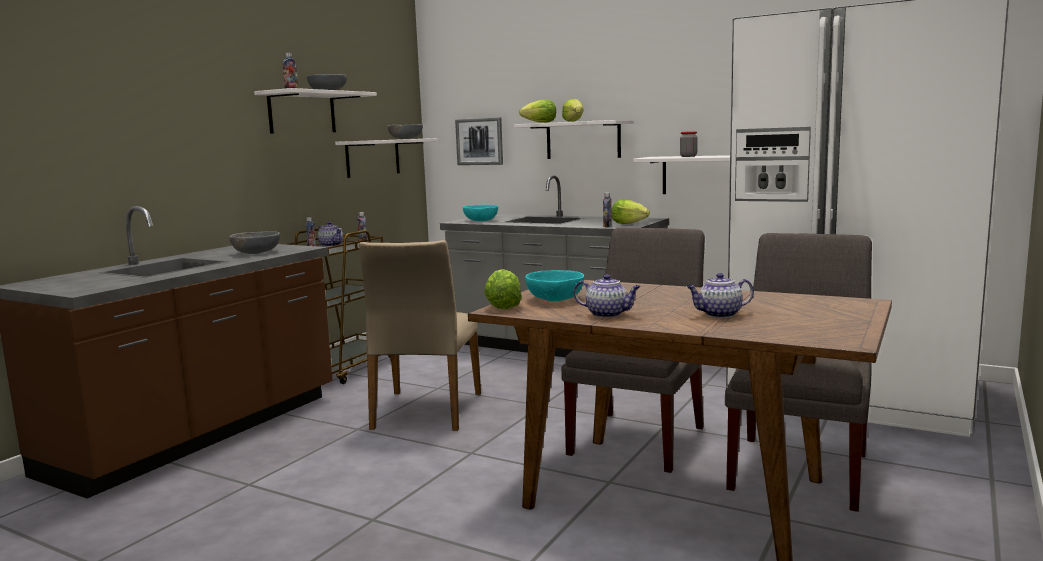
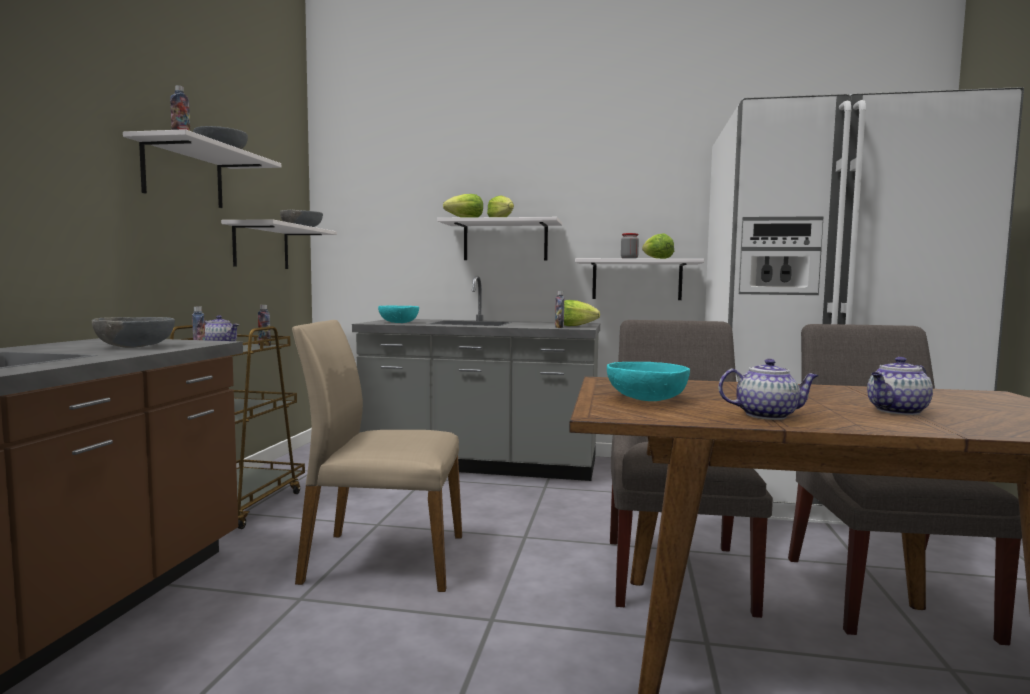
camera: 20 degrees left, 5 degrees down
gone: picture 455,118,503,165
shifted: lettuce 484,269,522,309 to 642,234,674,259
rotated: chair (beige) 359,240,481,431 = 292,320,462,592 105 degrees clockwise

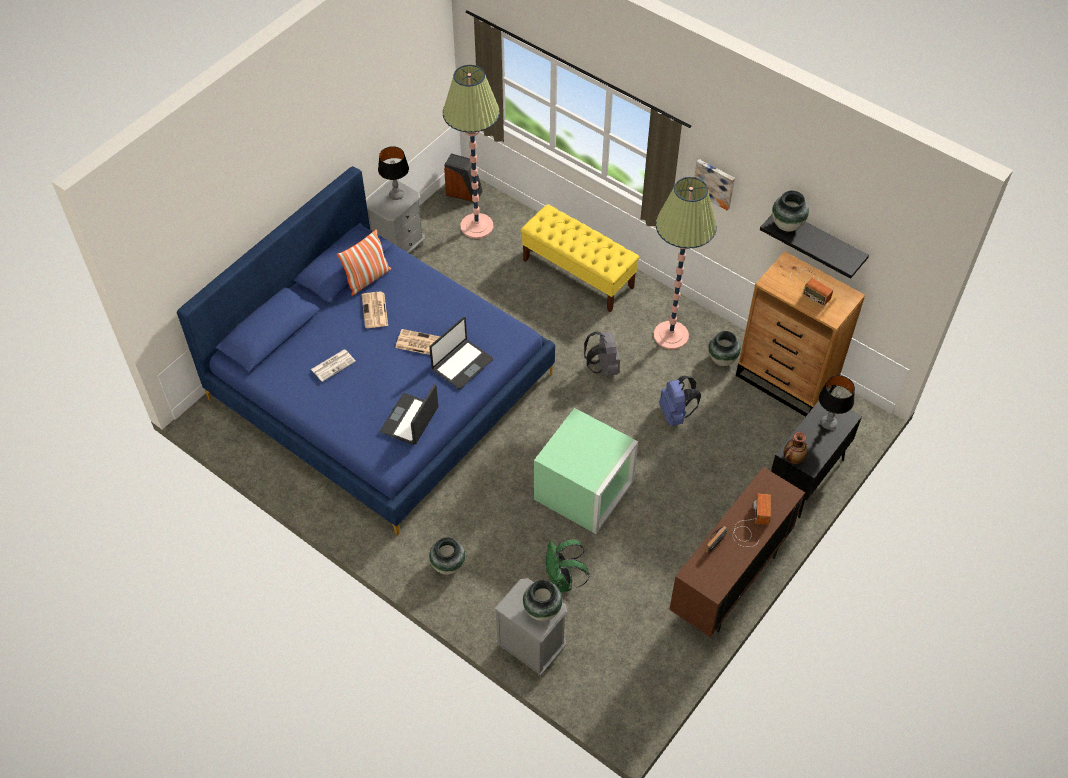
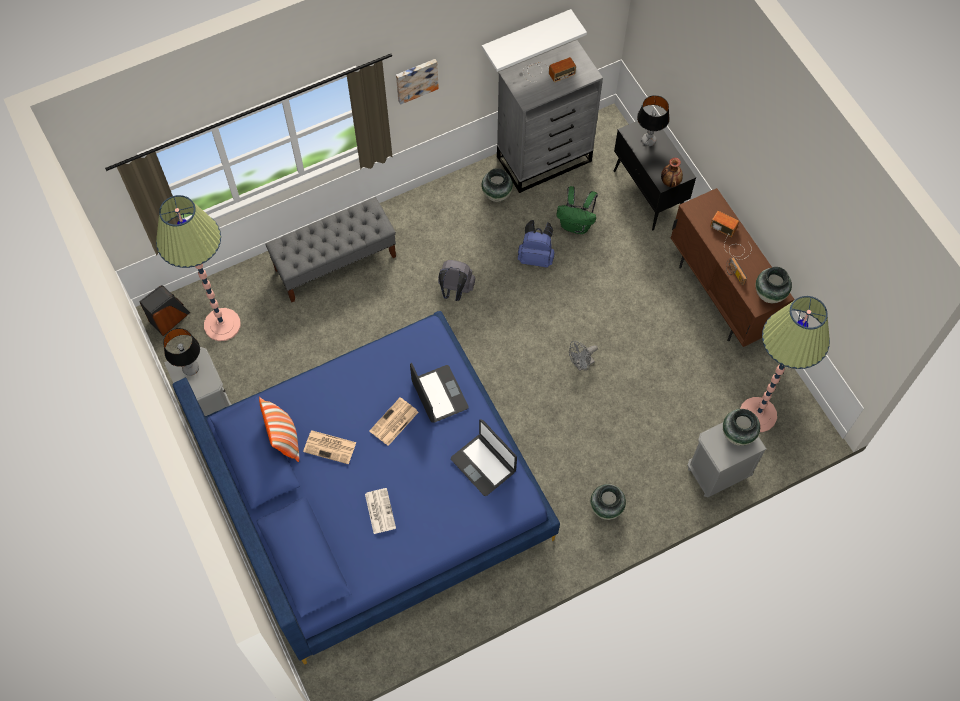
camera: 65 degrees left, 10 degrees up
shifted: backpack (green) 546,539,589,592 to 556,186,598,234; floor lamp 654,177,717,349 to 740,296,830,432; vase 772,191,809,232 to 756,267,792,303
swapped: storage box (green) 534,408,638,534 to fan (grey) 569,341,598,371
repainted: bench (yellow) 520,204,640,312 to bench (grey) 265,197,396,303; shelf (black) 760,215,869,279 to shelf (white) 482,9,587,72; dresser (brown) 736,251,865,417 to dresser (grey) 497,40,603,193

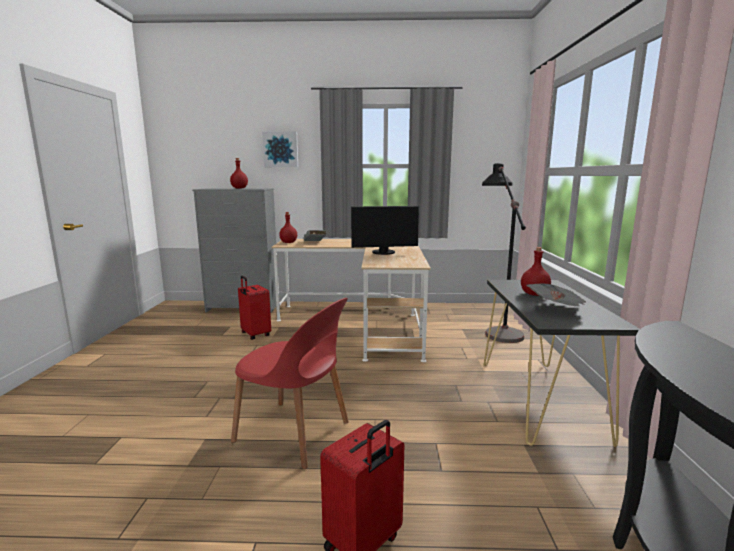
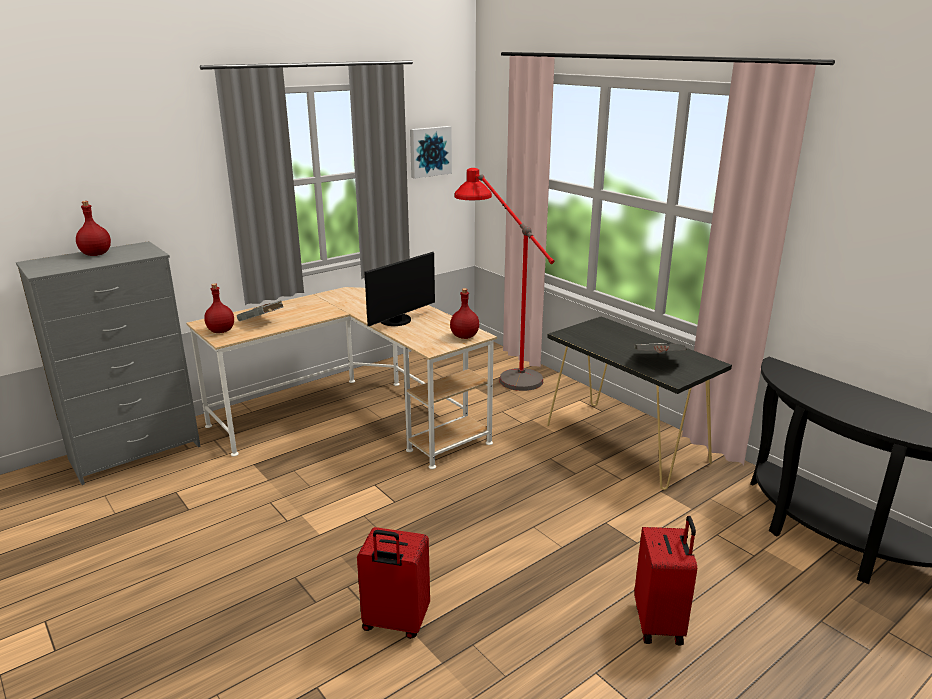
camera: 40 degrees left, 10 degrees up
gone: chair (red) 231,298,349,469
shifted: suitcase (red) 238,276,271,340 to 357,527,430,639; picture 262,132,298,167 to 410,126,452,179; bottle (red) 521,247,551,296 to 450,288,479,339
repainted: floor lamp (black) 482,163,526,343 to floor lamp (red) 454,168,554,391

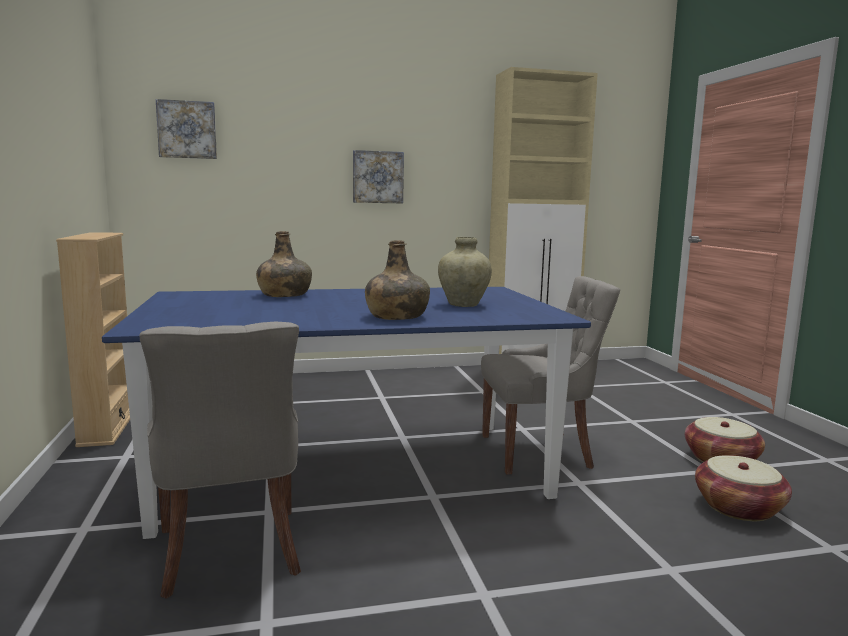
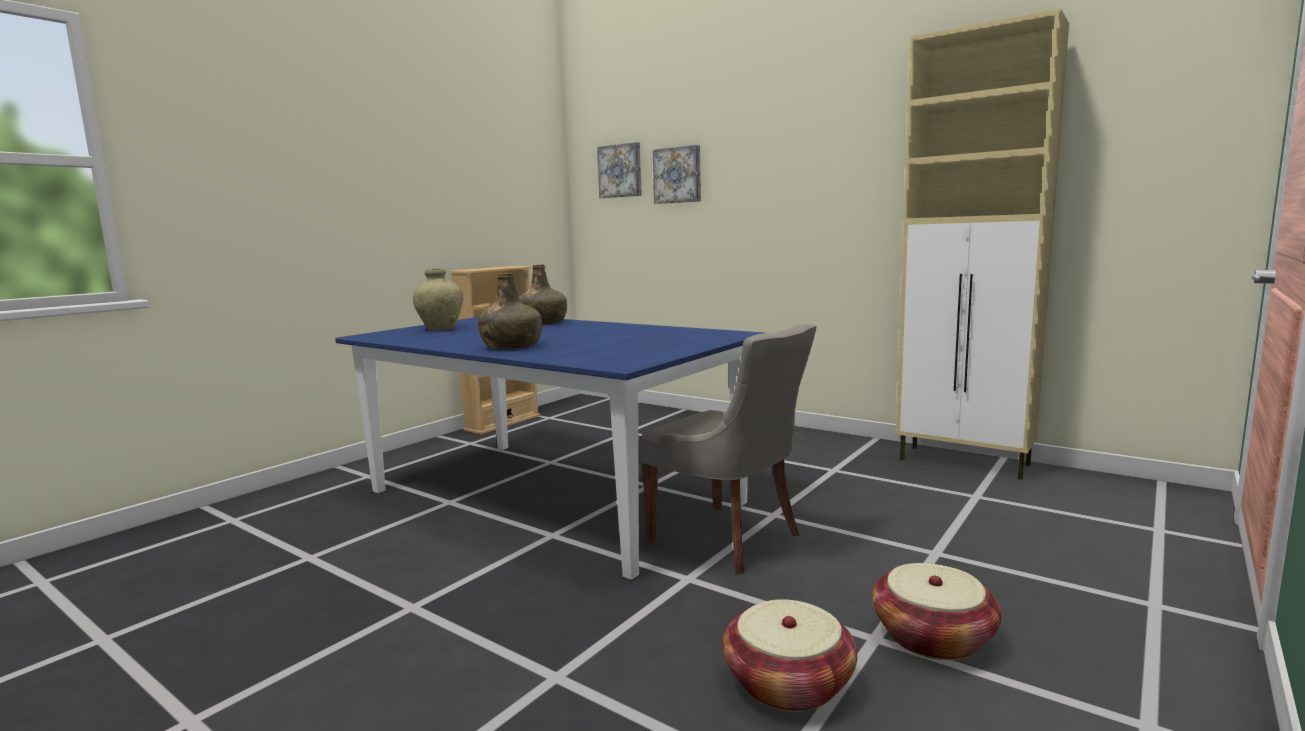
camera: 50 degrees right, 0 degrees up
gone: chair (grey) 139,322,301,599
shifted: vase (beige) 438,237,492,307 to 413,269,463,331; picture 353,150,404,203 to 653,145,701,204

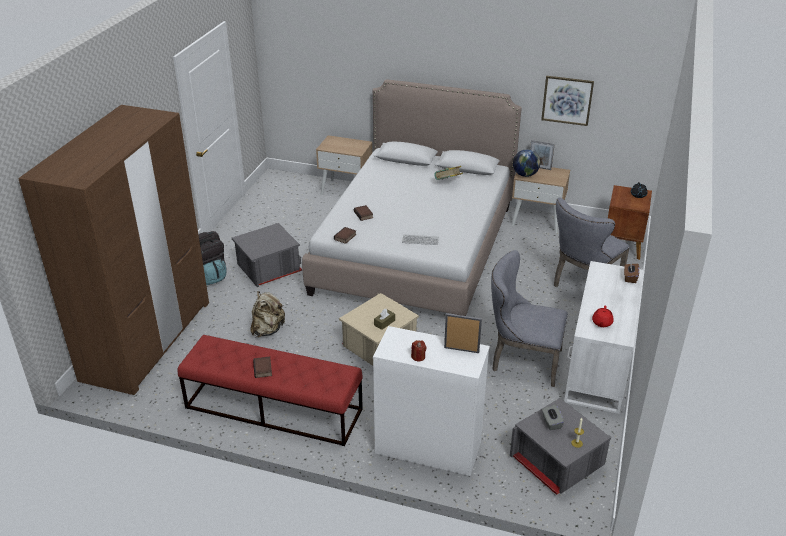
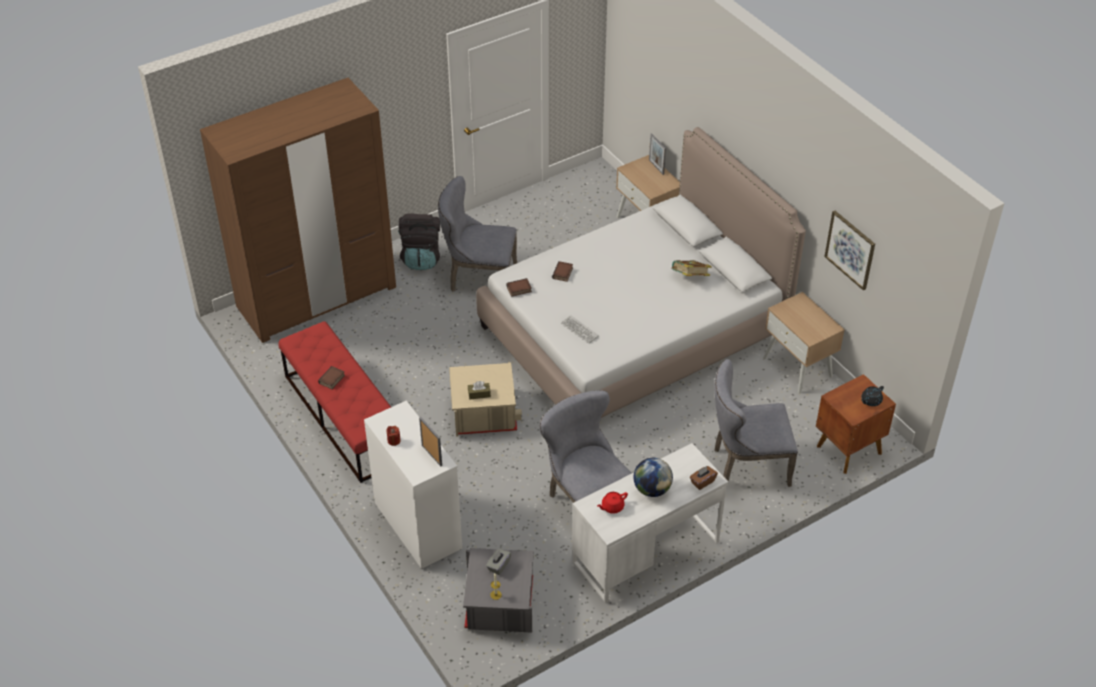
camera: 40 degrees right, 10 degrees up
gone: backpack (beige) 251,291,286,337
shifted: globe 513,149,540,177 to 633,458,673,497; picture frame 530,140,555,170 to 649,133,666,175
swapped: storage box (grey) 232,223,302,287 to chair (grey) 438,176,517,292

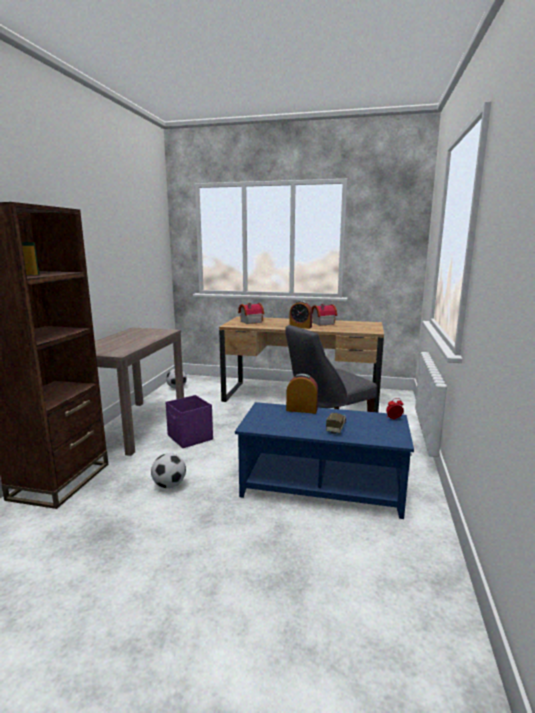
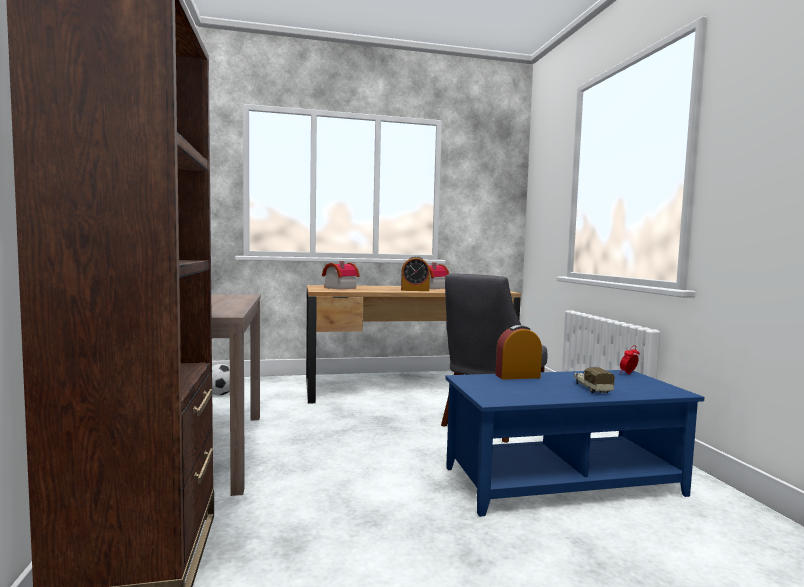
camera: 25 degrees left, 10 degrees down
gone: football 151,453,186,488; storage box (purple) 166,395,213,448

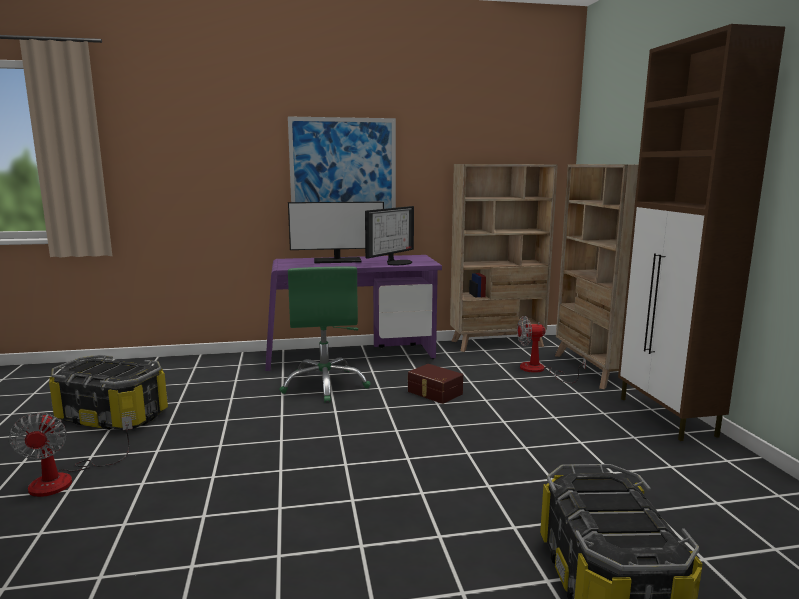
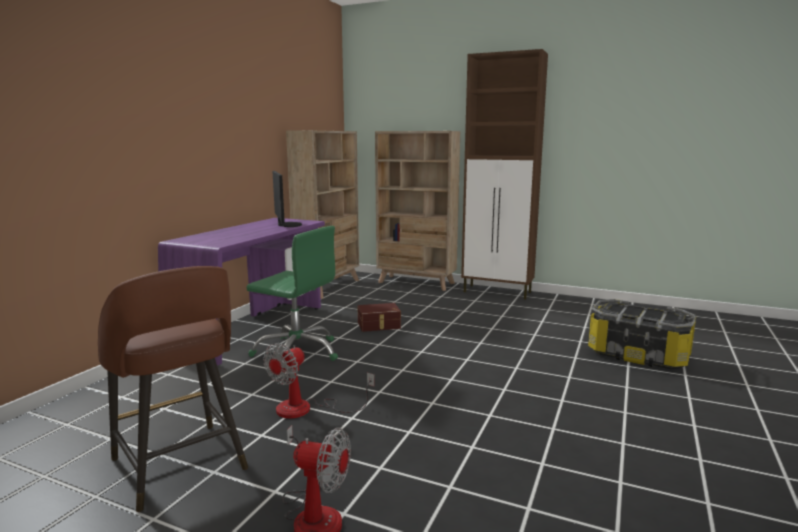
camera: 55 degrees left, 0 degrees up
gone: picture 288,116,396,209; monitor 288,202,384,264
shifted: fan 517,316,586,383 to 263,343,375,418
swapped: storage box 49,355,168,430 to stool (brown) 98,266,248,512

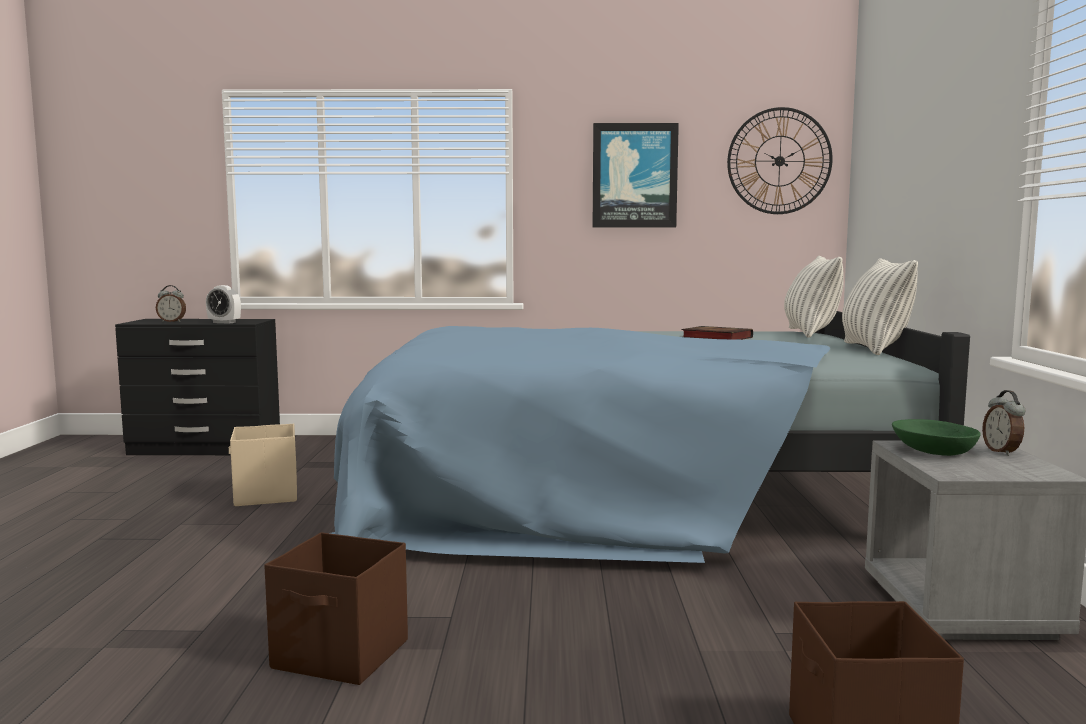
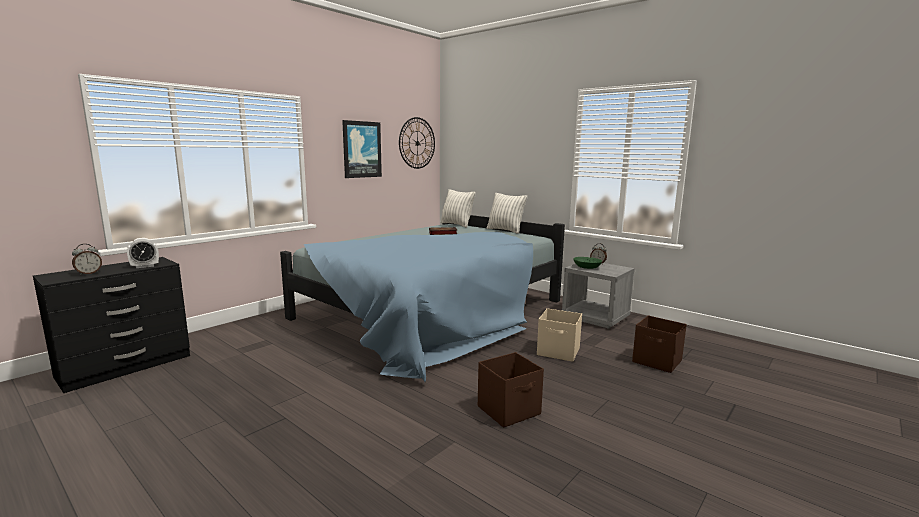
camera: 50 degrees left, 5 degrees up
shifted: storage box (beige) 229,424,297,506 to 537,308,582,362

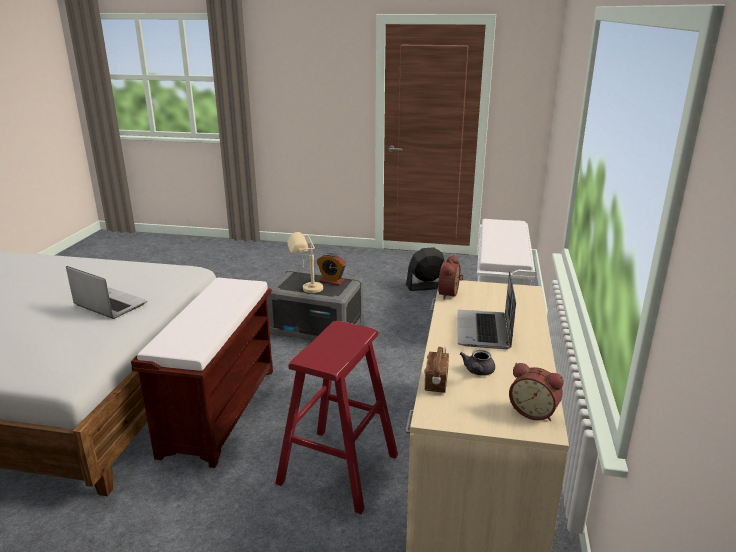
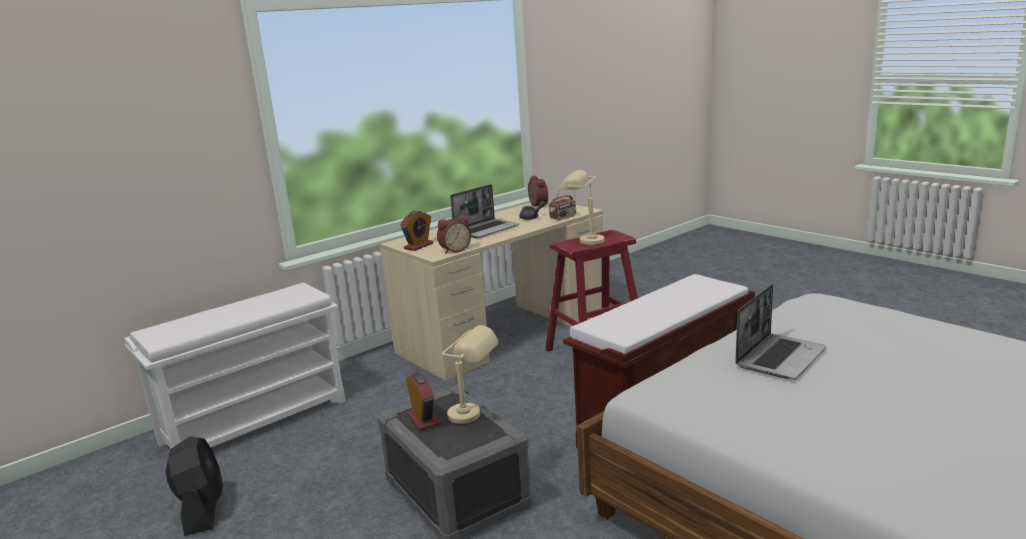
camera: 140 degrees left, 5 degrees down
new: alarm clock 400,211,433,251; table lamp (beige) 560,170,604,245
rotated: fan (black) 406,247,445,291 = 166,436,223,536 135 degrees counterclockwise; laptop 66,266,147,319 = 735,284,826,379 120 degrees counterclockwise

